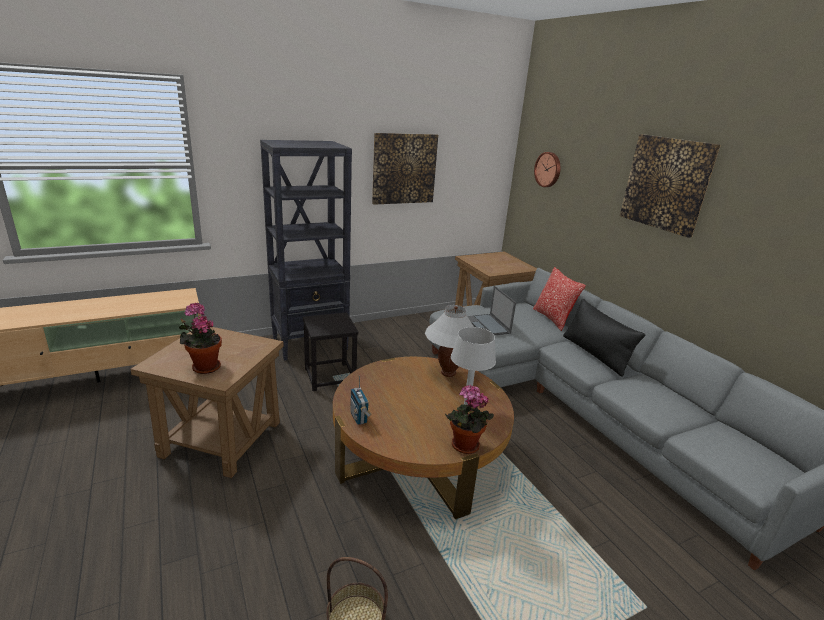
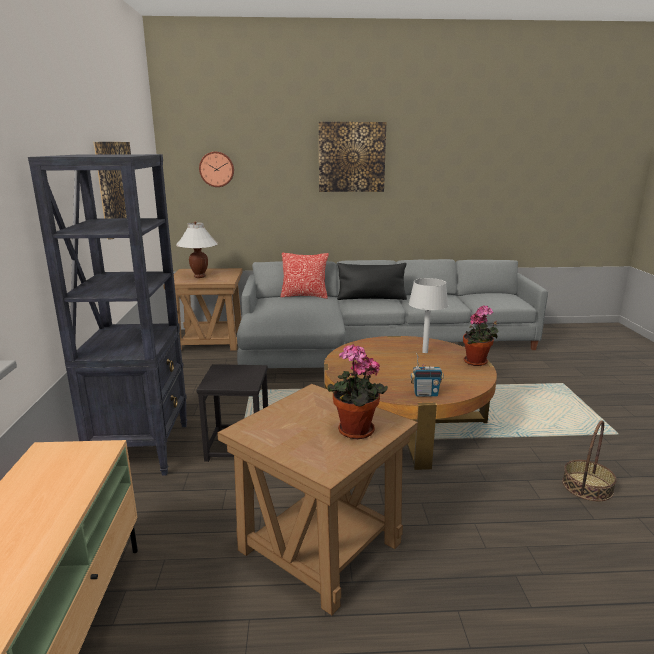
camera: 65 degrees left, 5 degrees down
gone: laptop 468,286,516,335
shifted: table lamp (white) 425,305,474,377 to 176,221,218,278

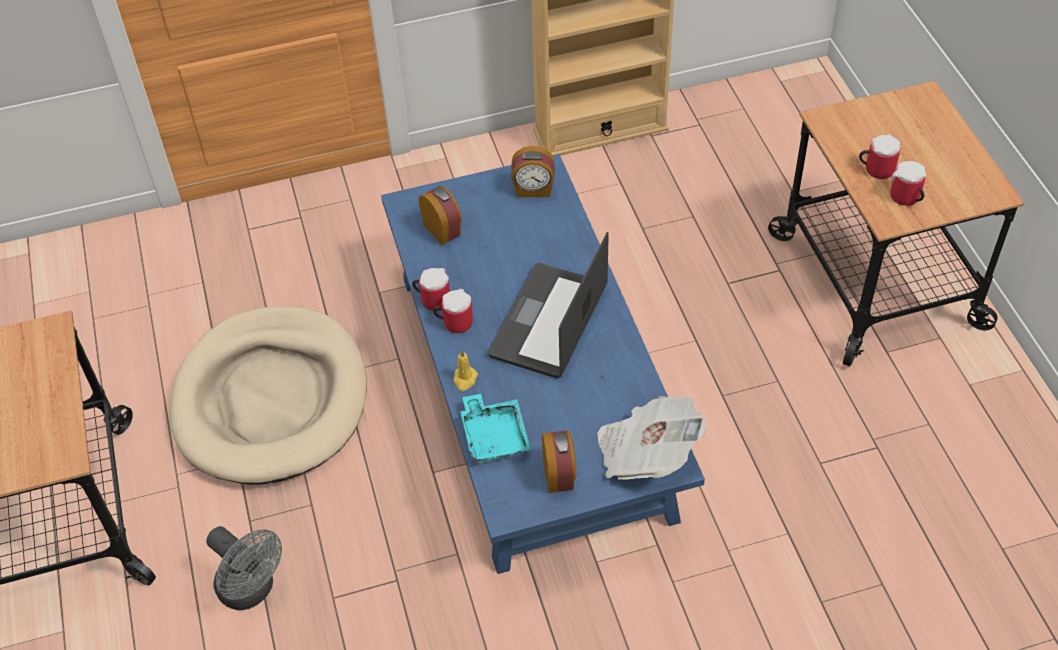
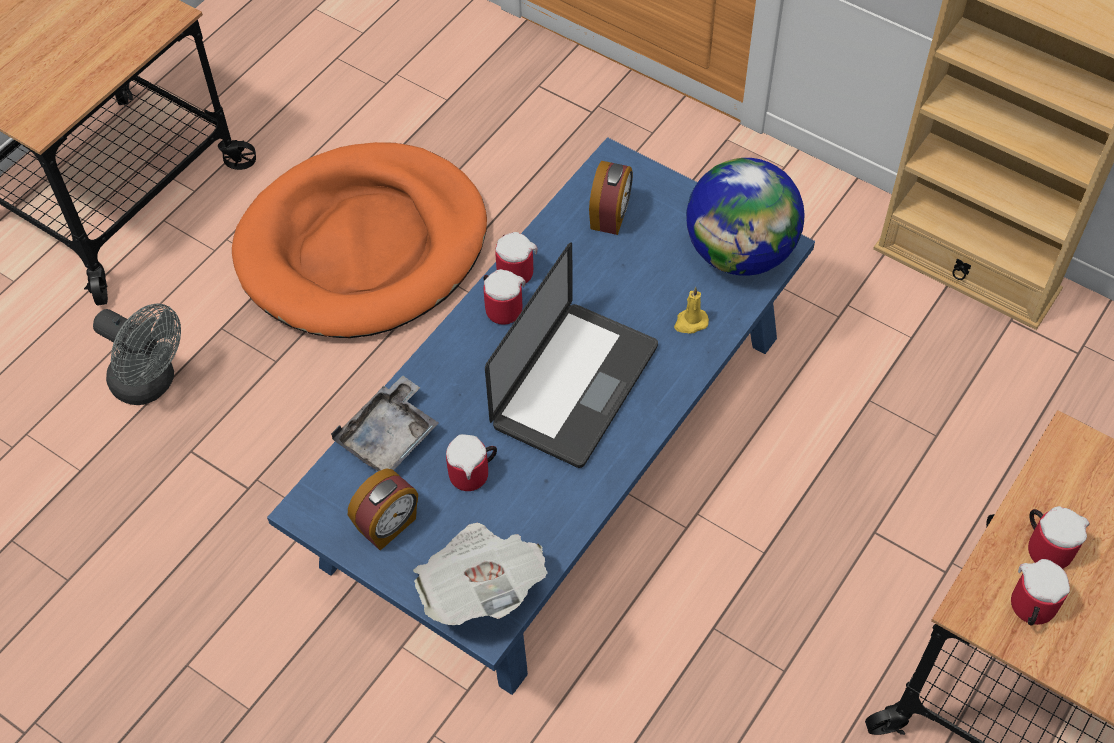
camera: 50 degrees right, 5 degrees up
new: mug 446,434,497,491
shifted: candle (yellow) 453,350,478,391 to 674,287,709,334
swapped: alarm clock 511,146,554,197 to globe 686,158,804,276
repainted: dog bed (beige) 169,306,367,485 to dog bed (orange) 232,142,487,338; tray (turquoise) 460,394,531,463 to tray (grey) 331,375,439,471
rotated: fan (grey) 206,526,282,610 = 93,304,181,405 60 degrees counterclockwise; laptop 488,232,609,378 = 485,242,658,468 135 degrees clockwise

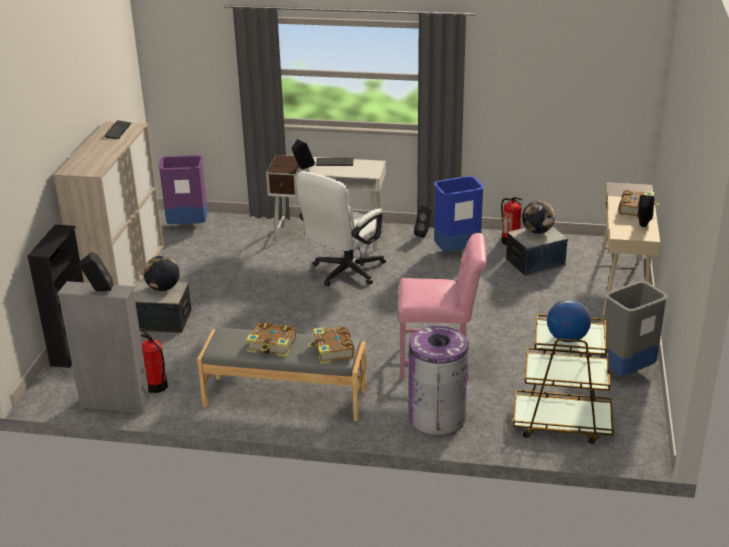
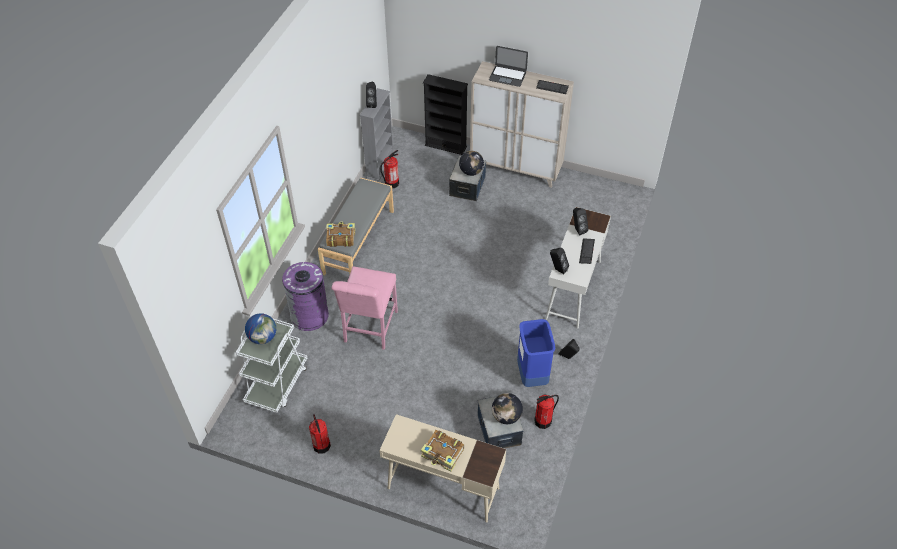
camera: 100 degrees right, 20 degrees up
gone: trash can (purple) 158,155,208,224; book 246,322,296,357; office chair (white) 296,171,386,286
new: laptop 489,46,528,87
shifted: speaker (black) 638,195,654,227 to 550,248,569,274
swapped: trash can (grey) 600,281,668,376 to fire extinguisher 309,414,331,454
repainted: cart (brown) 513,314,614,444 to cart (white) 236,318,307,413

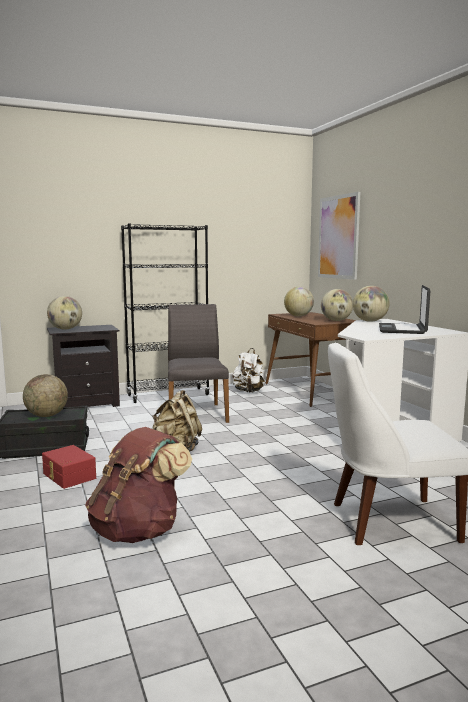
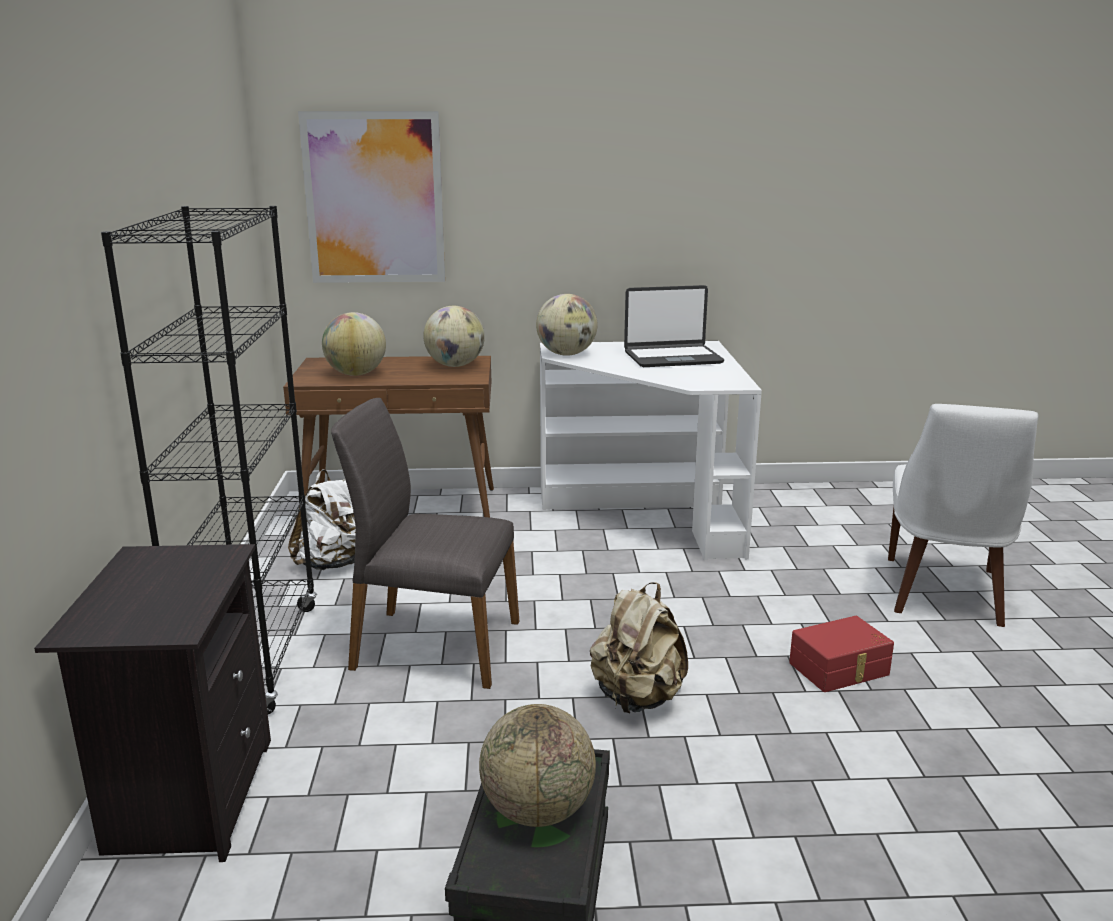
camera: 70 degrees left, 10 degrees up
gone: globe 47,296,82,330; backpack (brown) 85,427,192,543
shifted: storage box (red) 42,445,96,489 to 789,616,894,692
rotated: laptop 379,285,430,334 = 624,285,724,367 45 degrees counterclockwise

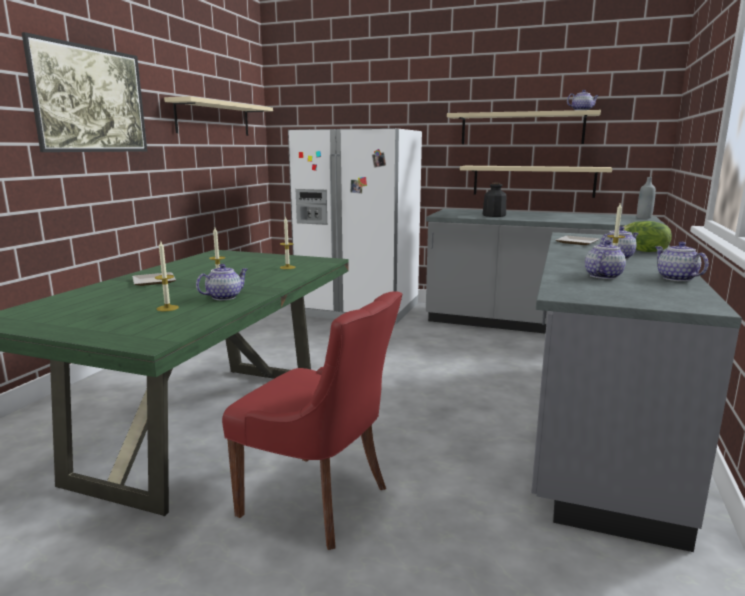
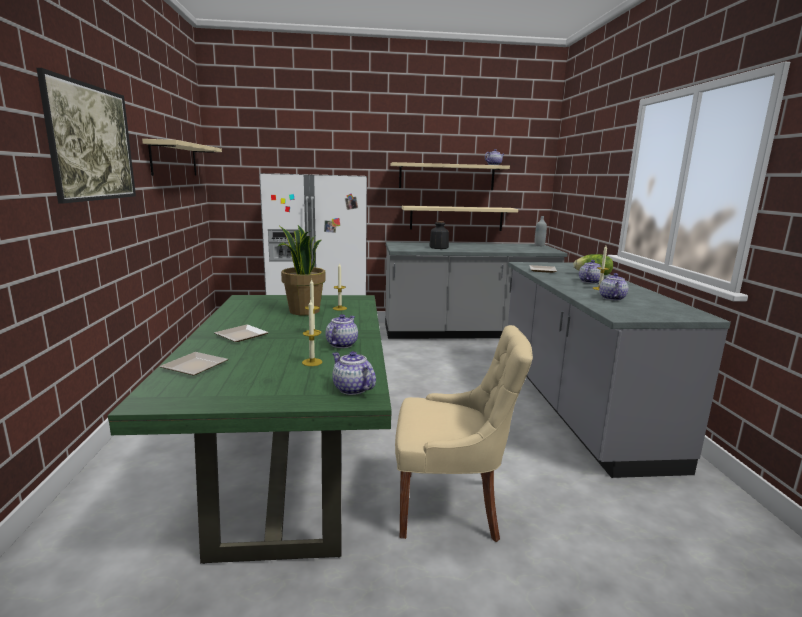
camera: 25 degrees left, 0 degrees up
new: plate 159,352,228,376; potted plant 277,225,326,315
shifted: teapot 655,242,709,281 to 332,351,376,395
repainted: chair (red) 222,291,402,550 to chair (beige) 395,325,533,542

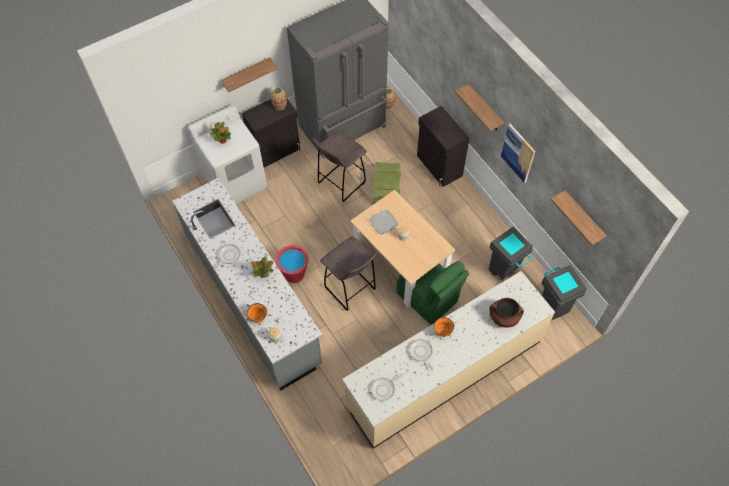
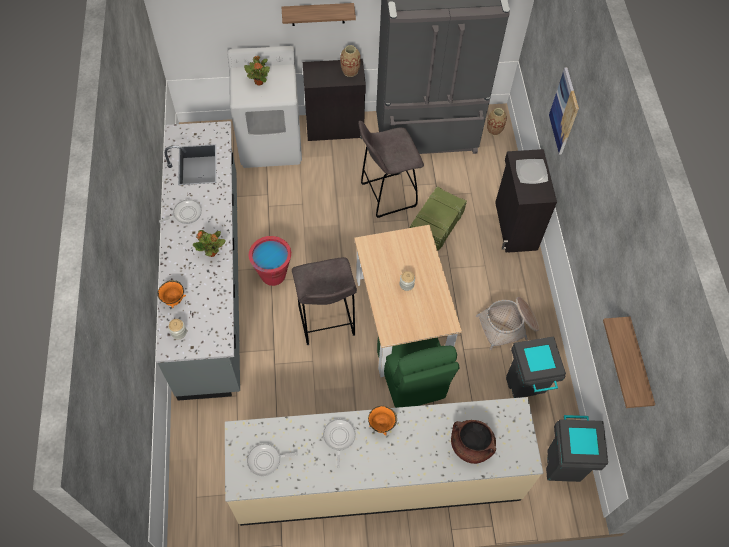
camera: 25 degrees right, 0 degrees up
gone: shelf 455,84,504,131
new: basket 476,297,539,350
shifted: plate 369,209,399,234 to 516,159,548,184; picture 501,124,535,183 to 549,67,579,155

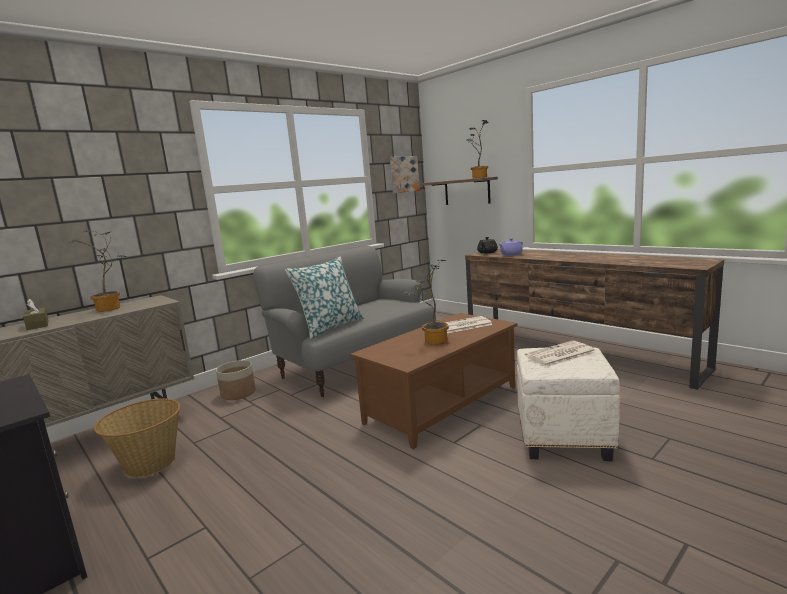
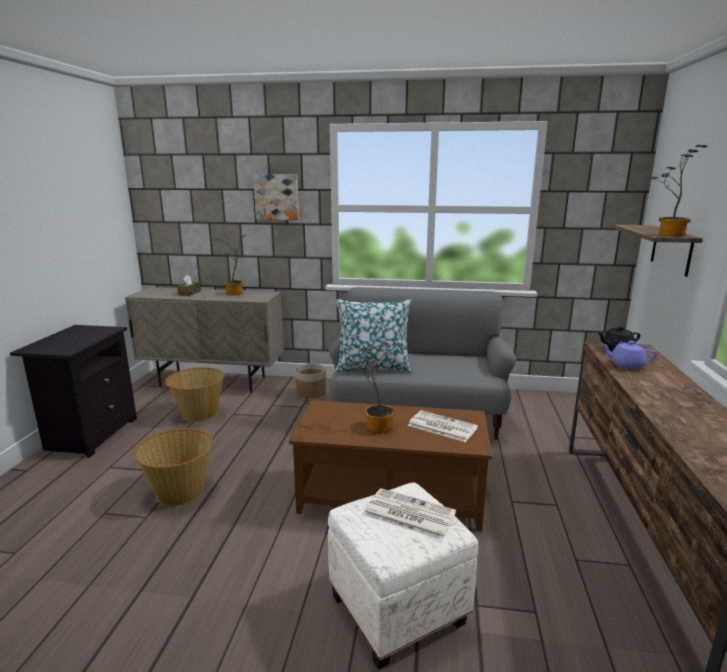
camera: 50 degrees right, 5 degrees up
new: basket 134,428,214,506
shifted: picture 390,156,420,193 to 253,174,299,220

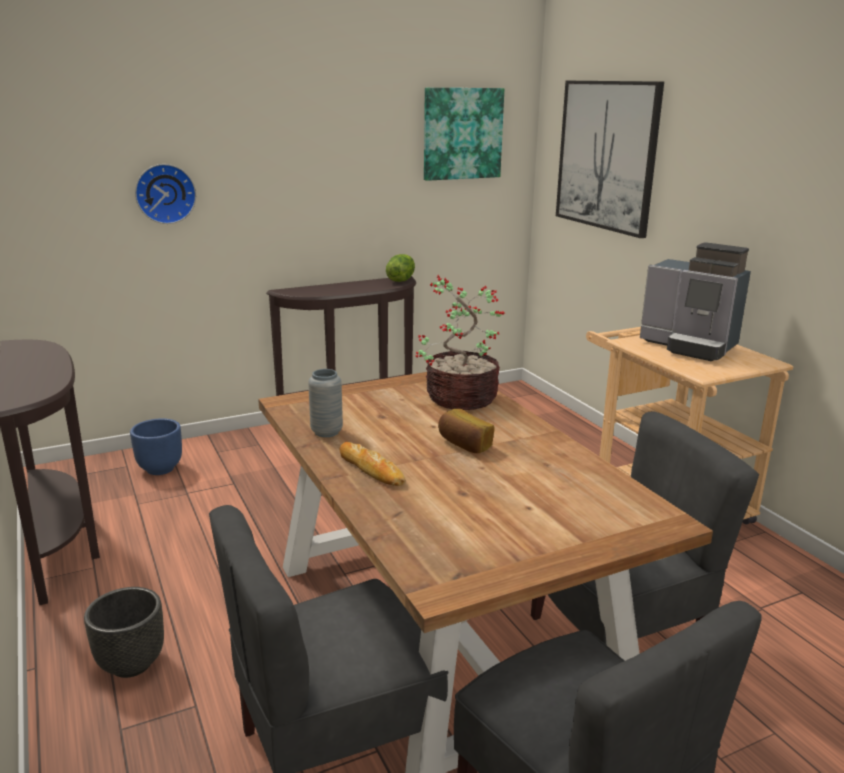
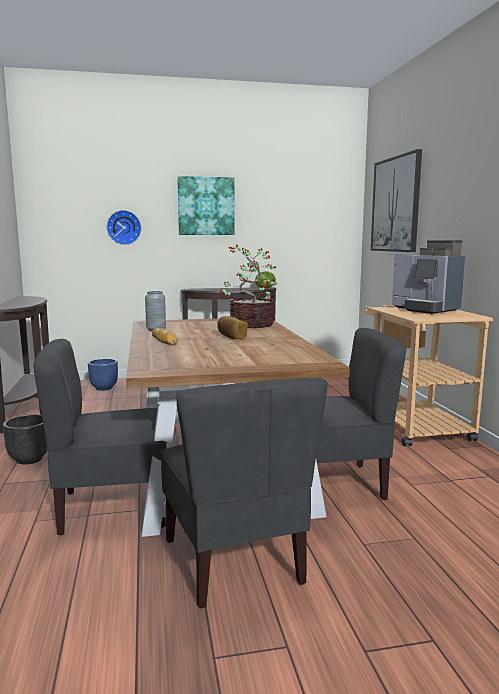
camera: 15 degrees right, 10 degrees down
shifted: picture 424,88,504,181 to 177,176,235,235

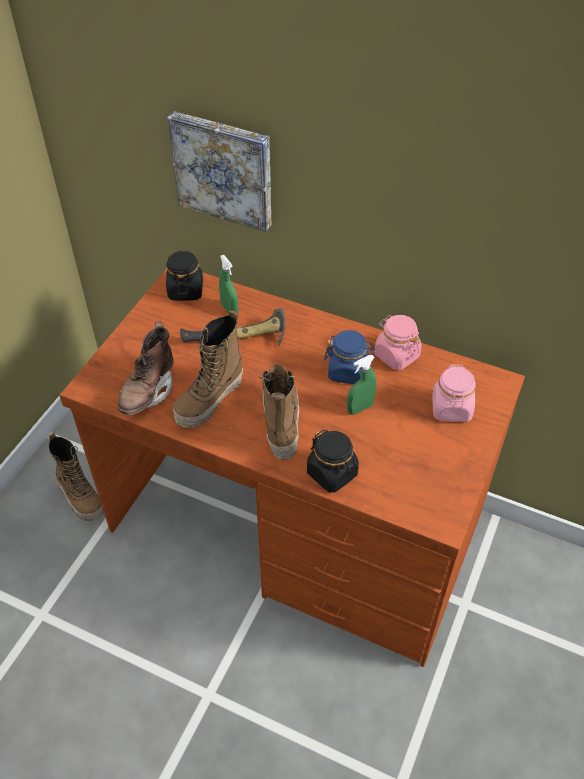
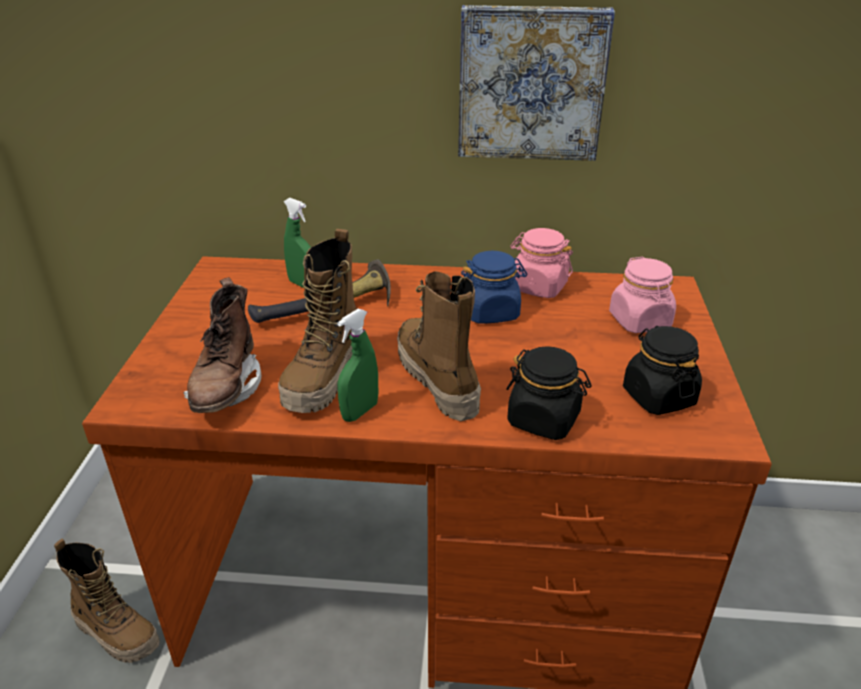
camera: 20 degrees left, 15 degrees down
shifted: spray bottle (green) 347,355,376,415 to 337,309,378,422; picture 168,111,271,232 to 458,5,615,161; jar (black) 166,250,203,301 to 623,326,702,415

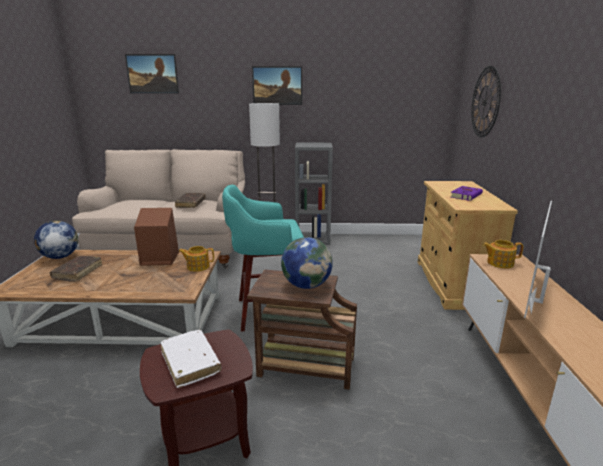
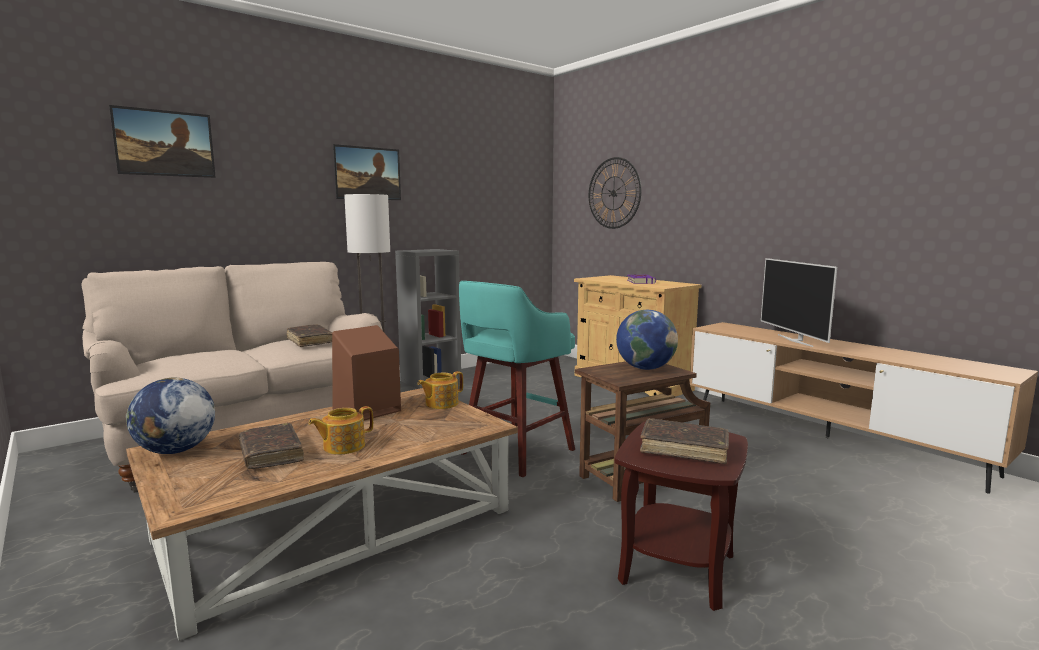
camera: 40 degrees left, 10 degrees down
shifted: teapot 483,240,524,268 to 308,406,373,455
repainted: book (white) 161,330,222,388 to book (brown) 640,418,729,464

